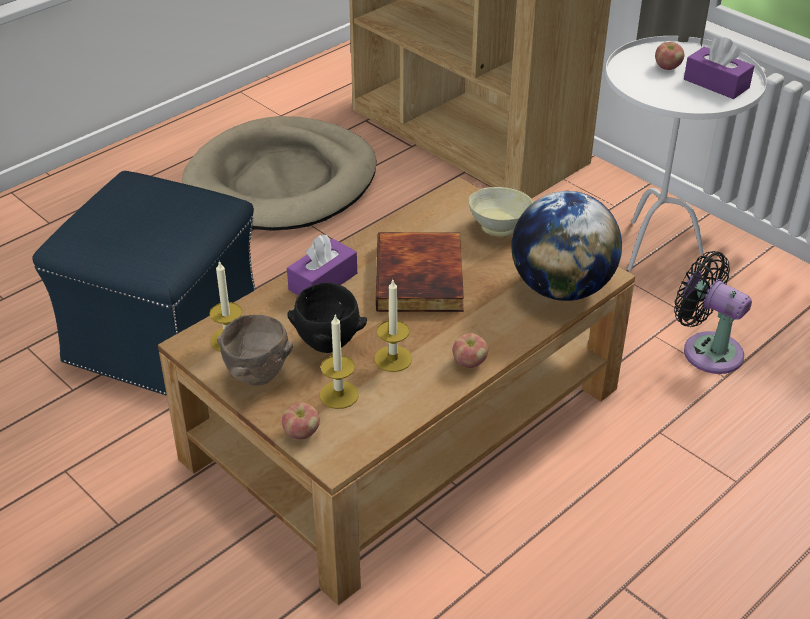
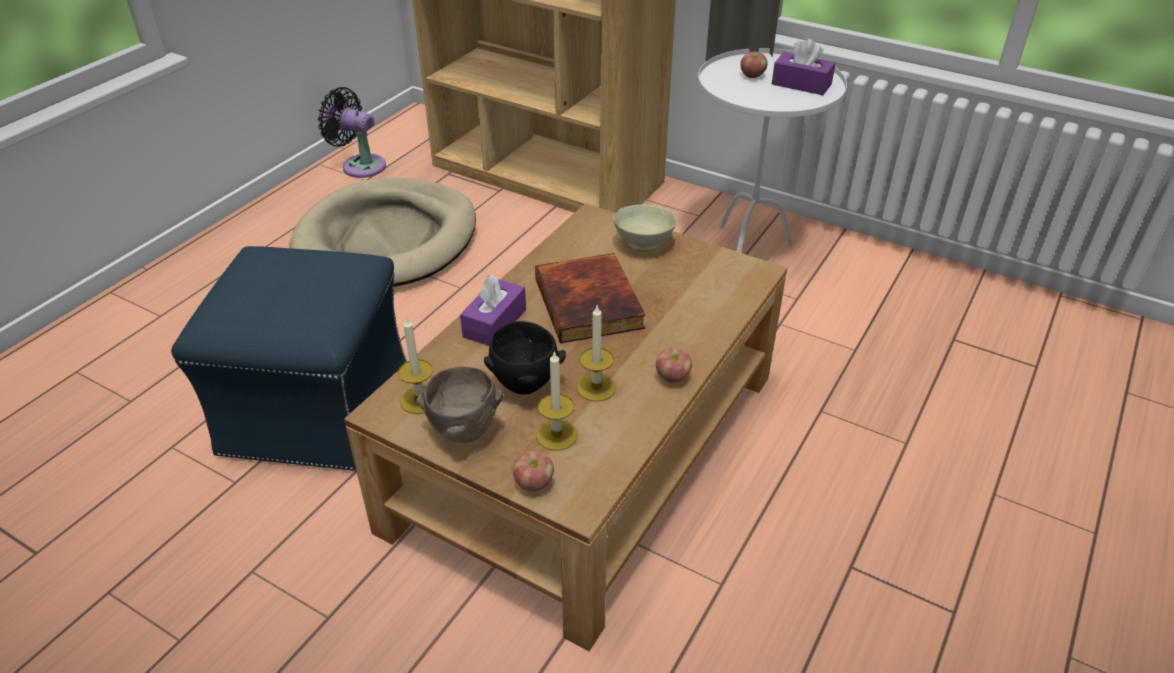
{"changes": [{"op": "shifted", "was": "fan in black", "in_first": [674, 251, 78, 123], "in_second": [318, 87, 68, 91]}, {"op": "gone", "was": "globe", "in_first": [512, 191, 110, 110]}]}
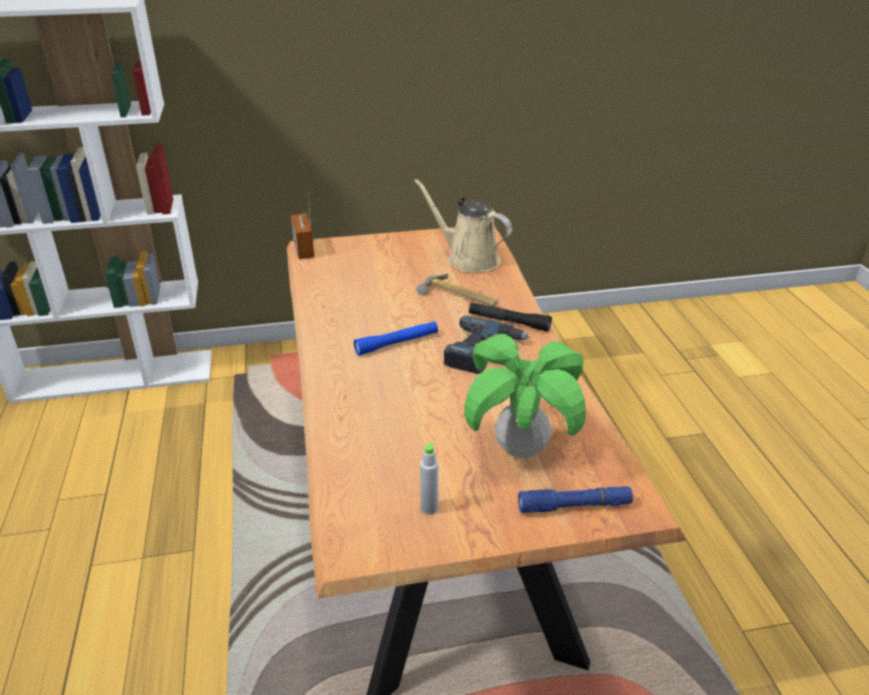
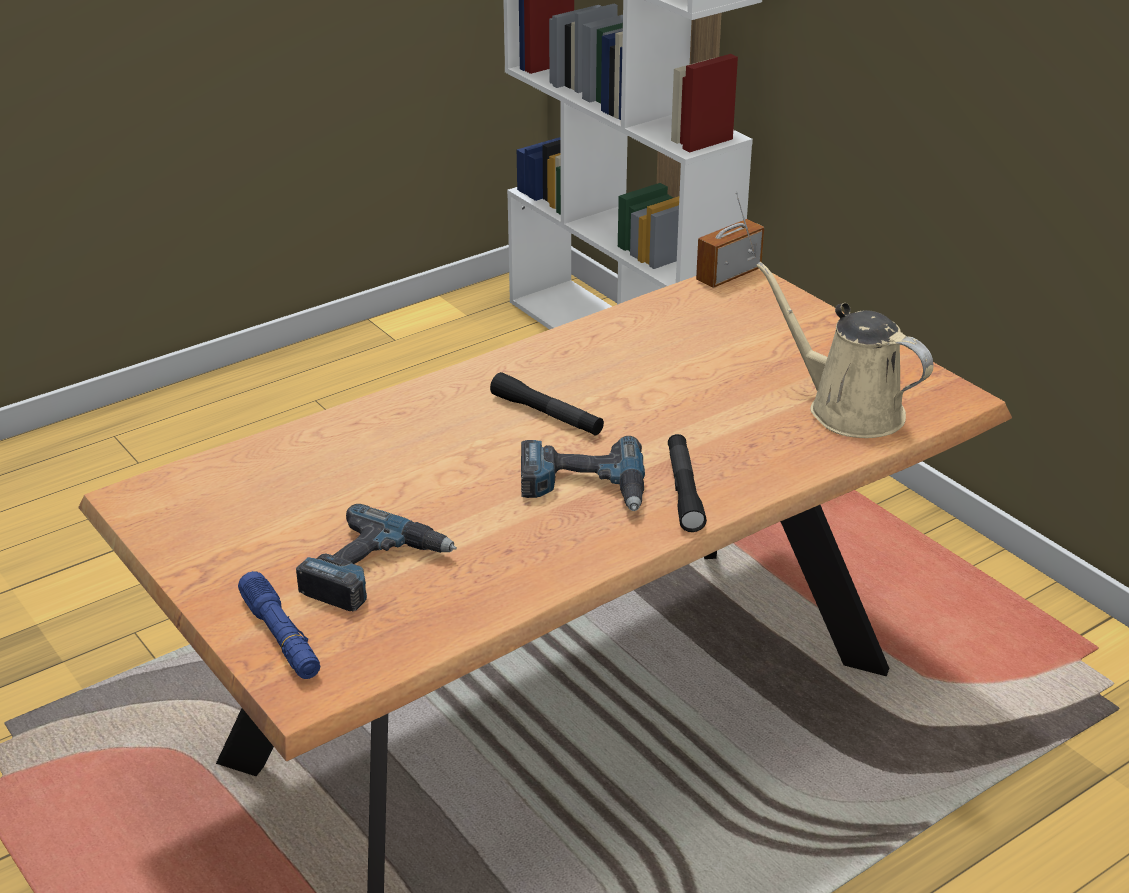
{"changes": [{"op": "swapped", "was": "potted plant", "now": "power drill", "in_first": [464, 334, 122, 124], "in_second": [296, 504, 161, 108]}, {"op": "repainted", "was": "flashlight in blue", "now": "flashlight in black", "in_first": [354, 321, 84, 34], "in_second": [490, 372, 114, 63]}, {"op": "rotated", "was": "watering can in beige", "in_first": [414, 179, 98, 94], "in_second": [756, 262, 177, 176], "clockwise": -60}, {"op": "gone", "was": "hammer", "in_first": [417, 273, 81, 34]}, {"op": "gone", "was": "bottle in grey", "in_first": [420, 442, 18, 73]}]}
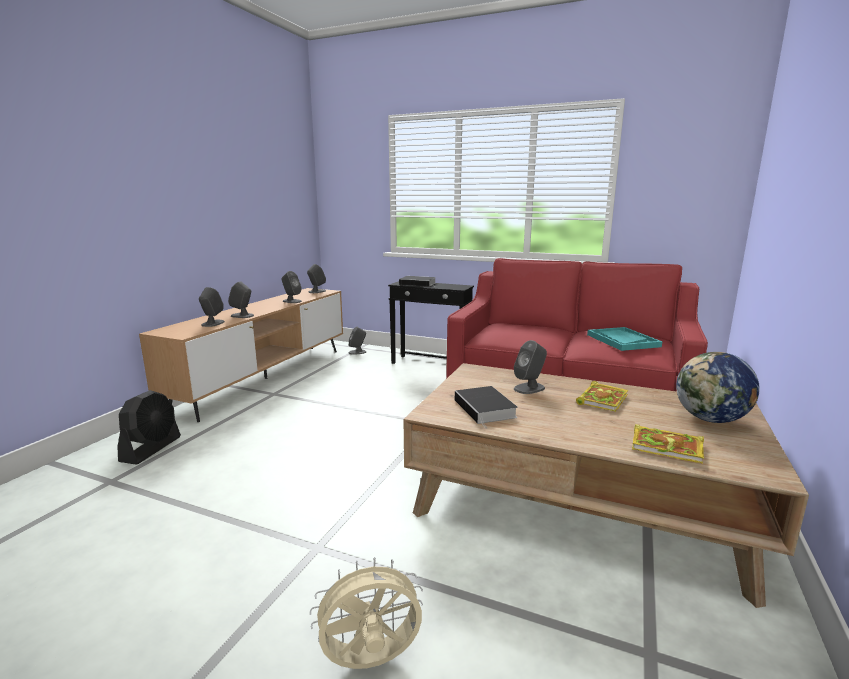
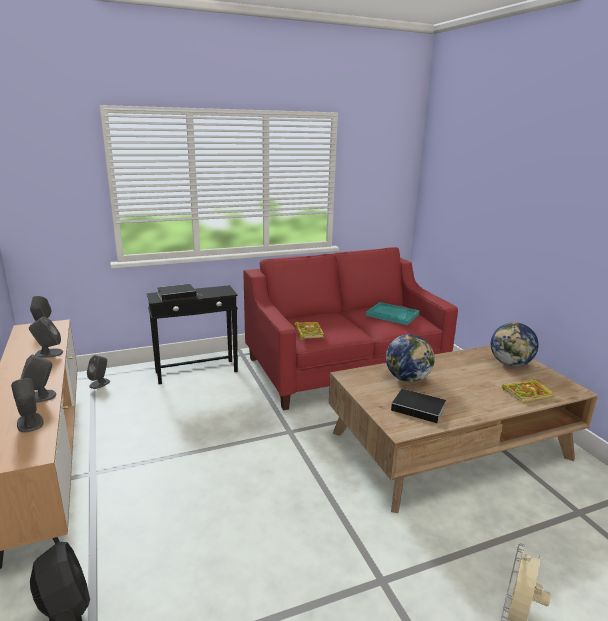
{"changes": [{"op": "shifted", "was": "book", "in_first": [576, 381, 52, 31], "in_second": [295, 322, 29, 18]}, {"op": "swapped", "was": "speaker in grey", "now": "globe", "in_first": [514, 340, 33, 54], "in_second": [386, 334, 49, 48]}]}
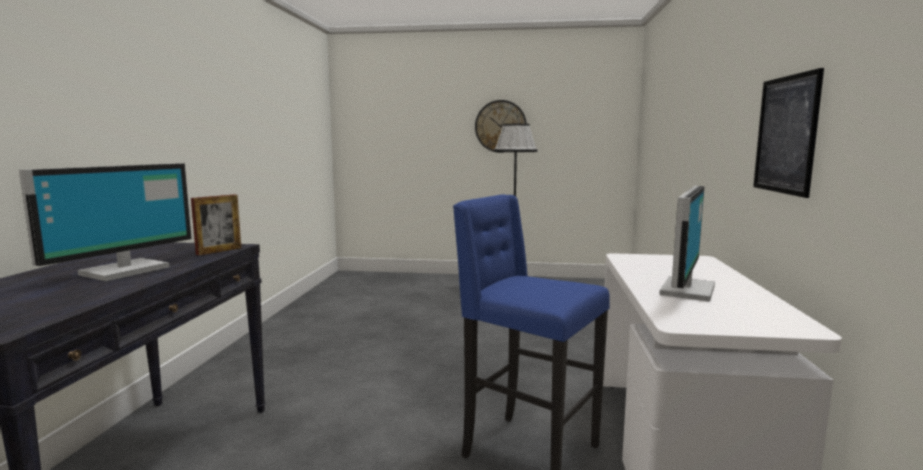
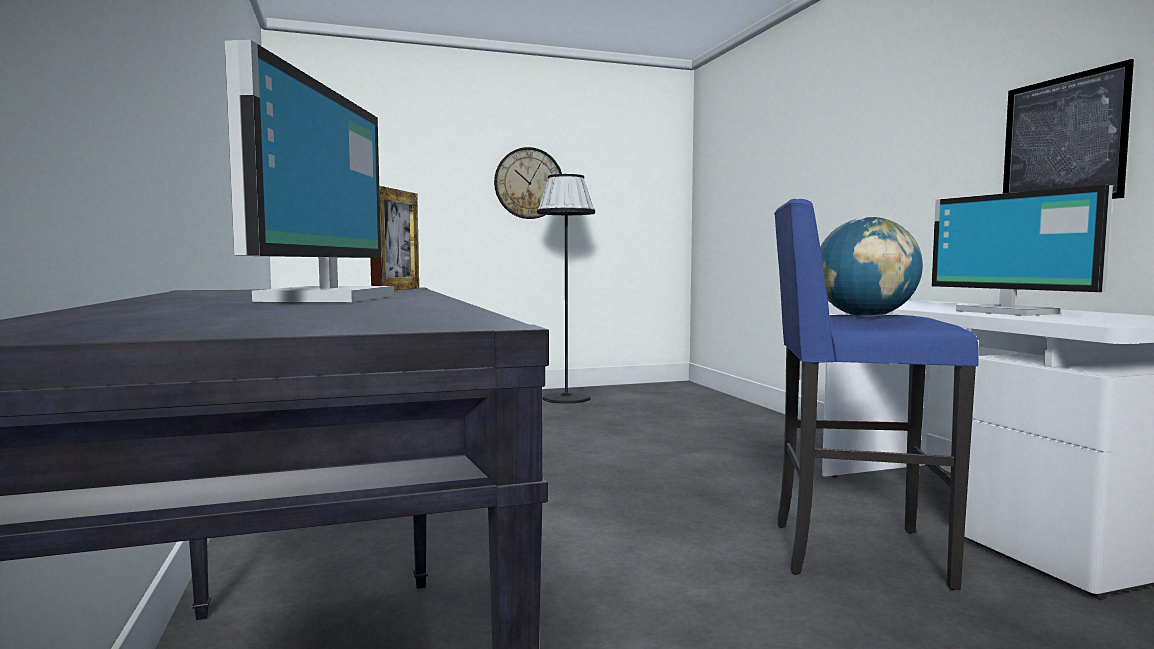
{"changes": [{"op": "new", "now": "globe", "in_second": [820, 217, 103, 100]}, {"op": "rotated", "was": "monitor", "in_first": [659, 186, 56, 116], "in_second": [932, 185, 181, 131], "clockwise": 150}]}
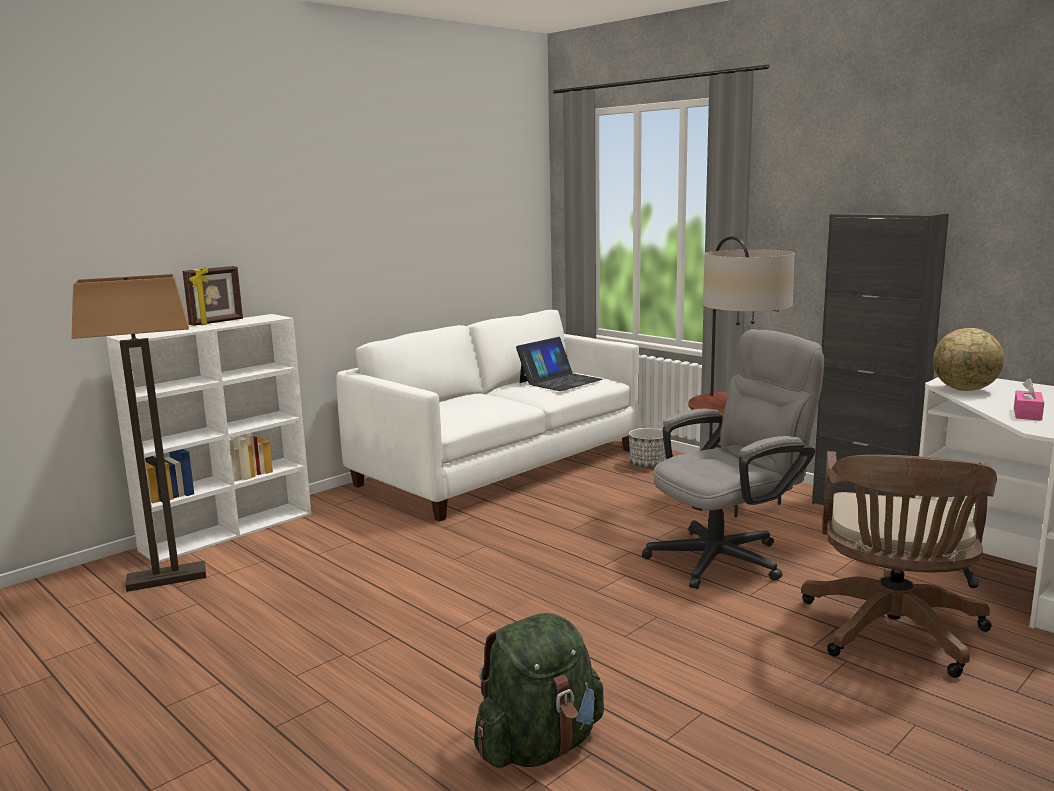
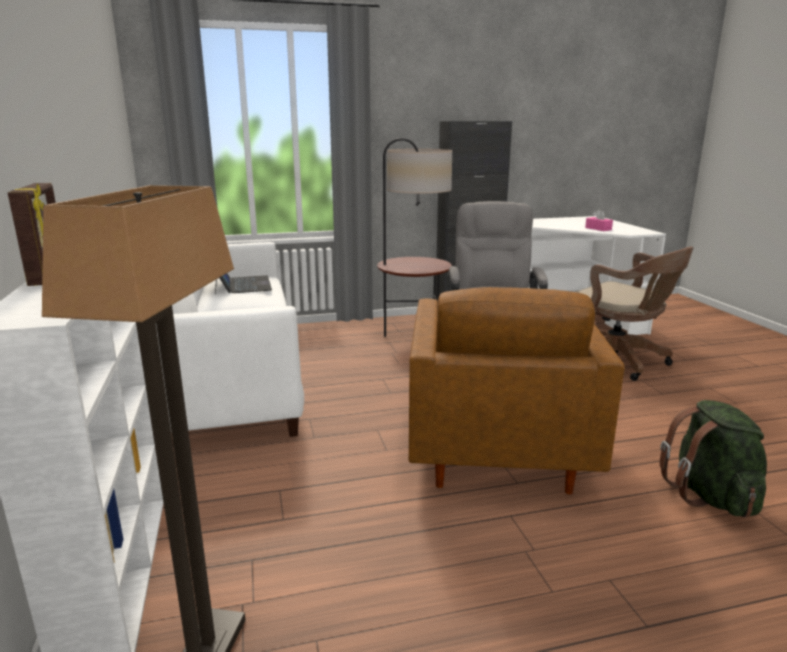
{"changes": [{"op": "new", "now": "armchair in brown", "in_second": [409, 287, 216, 207]}, {"op": "gone", "was": "planter", "in_first": [629, 428, 37, 41]}, {"op": "gone", "was": "globe", "in_first": [933, 328, 71, 63]}]}
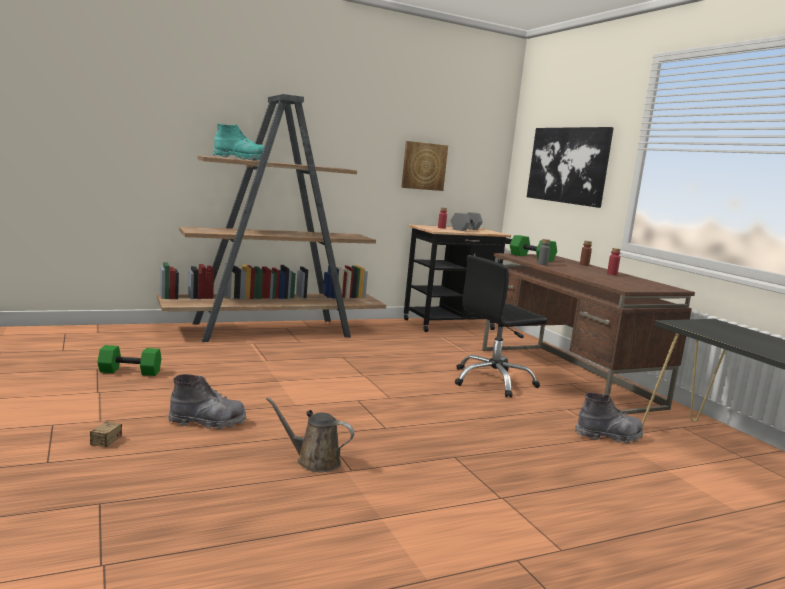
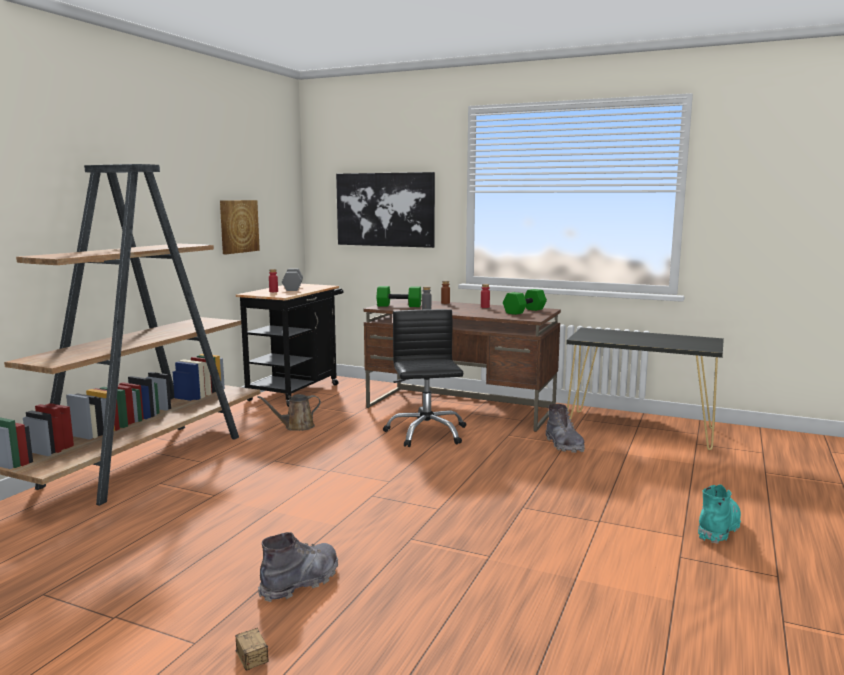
{"changes": [{"op": "shifted", "was": "watering can in brown", "in_first": [266, 397, 88, 75], "in_second": [257, 394, 64, 37]}, {"op": "rotated", "was": "office chair in black", "in_first": [455, 255, 92, 143], "in_second": [383, 309, 83, 138], "clockwise": 150}, {"op": "shifted", "was": "dumbbell in green", "in_first": [97, 345, 64, 31], "in_second": [503, 289, 44, 26]}, {"op": "rotated", "was": "boot in grey", "in_first": [575, 393, 68, 51], "in_second": [546, 404, 39, 49], "clockwise": 120}, {"op": "shifted", "was": "boot in turquoise", "in_first": [213, 124, 51, 36], "in_second": [698, 484, 43, 59]}]}
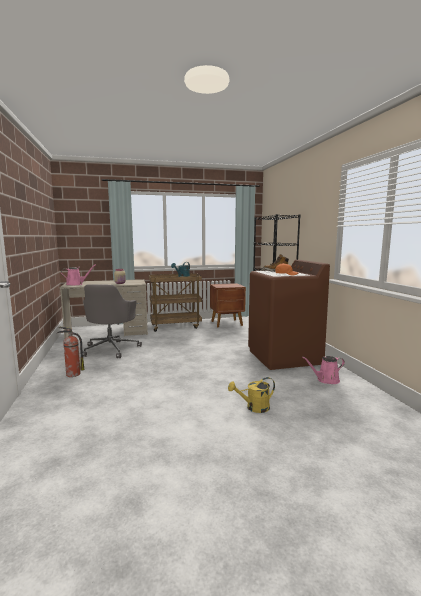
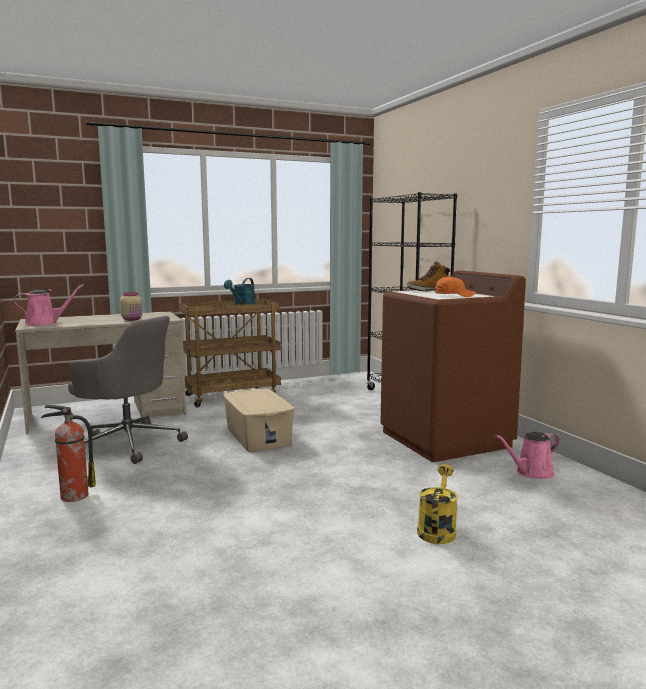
{"changes": [{"op": "rotated", "was": "office chair in grey", "in_first": [83, 284, 59, 74], "in_second": [68, 316, 120, 148], "clockwise": -60}, {"op": "new", "now": "storage box in beige", "in_second": [223, 389, 72, 63]}, {"op": "rotated", "was": "watering can in yellow", "in_first": [228, 377, 47, 36], "in_second": [417, 464, 41, 80], "clockwise": 135}, {"op": "gone", "was": "nightstand in brown", "in_first": [210, 283, 36, 44]}]}
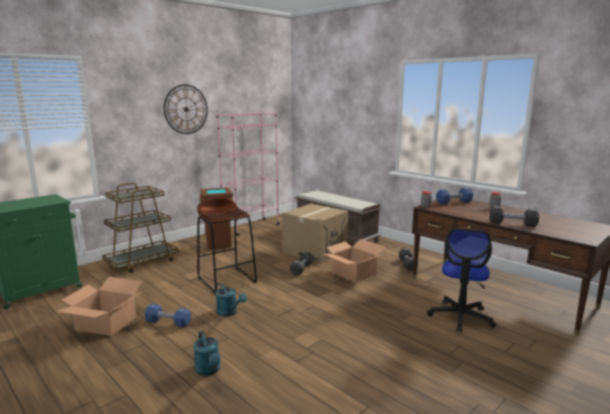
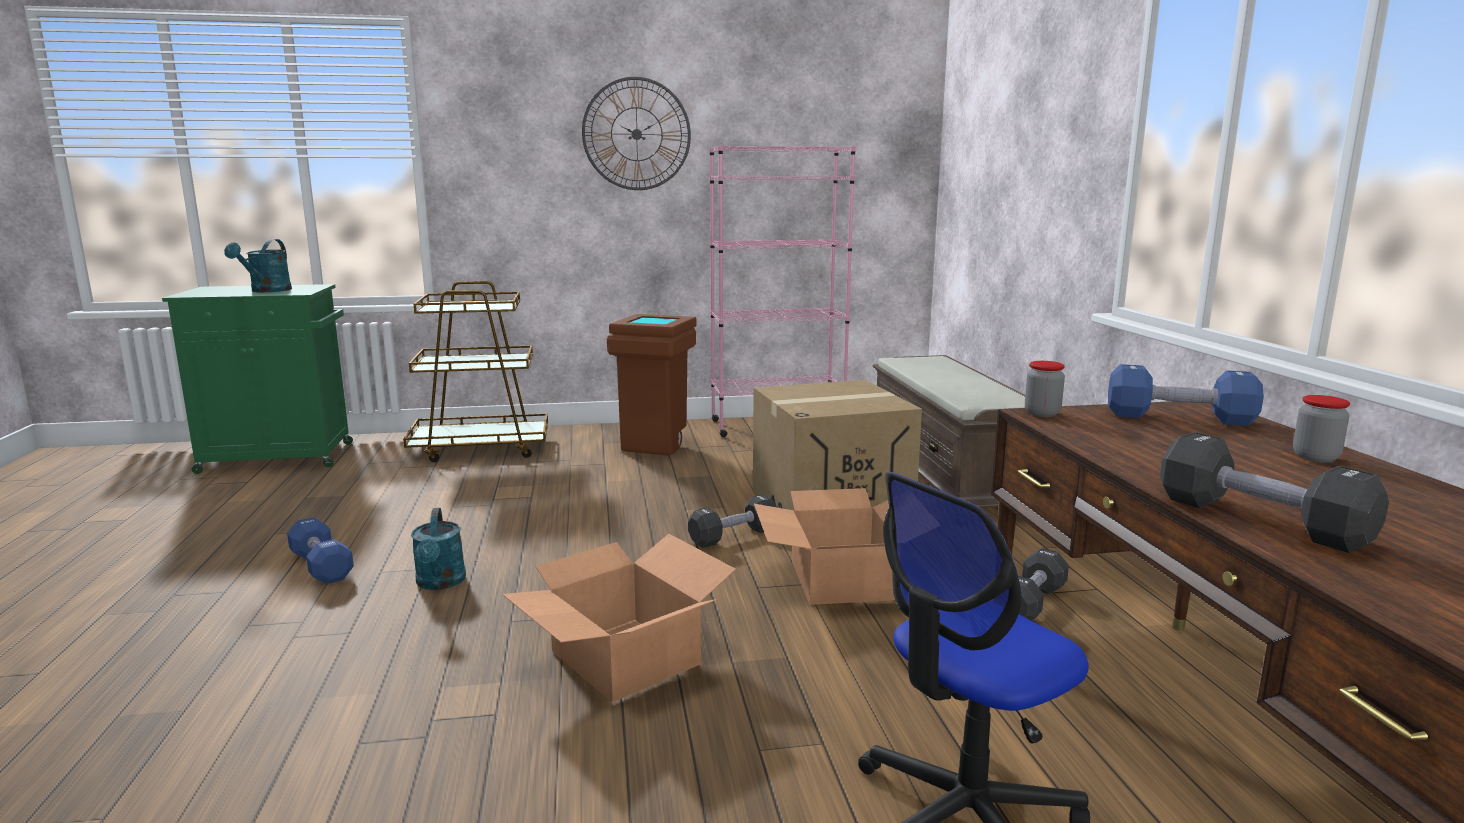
{"changes": [{"op": "shifted", "was": "watering can in turquoise", "in_first": [193, 331, 28, 45], "in_second": [224, 239, 68, 53]}, {"op": "shifted", "was": "cardboard box", "in_first": [56, 277, 87, 59], "in_second": [502, 534, 234, 168]}, {"op": "gone", "was": "stool in brown", "in_first": [197, 197, 60, 96]}]}
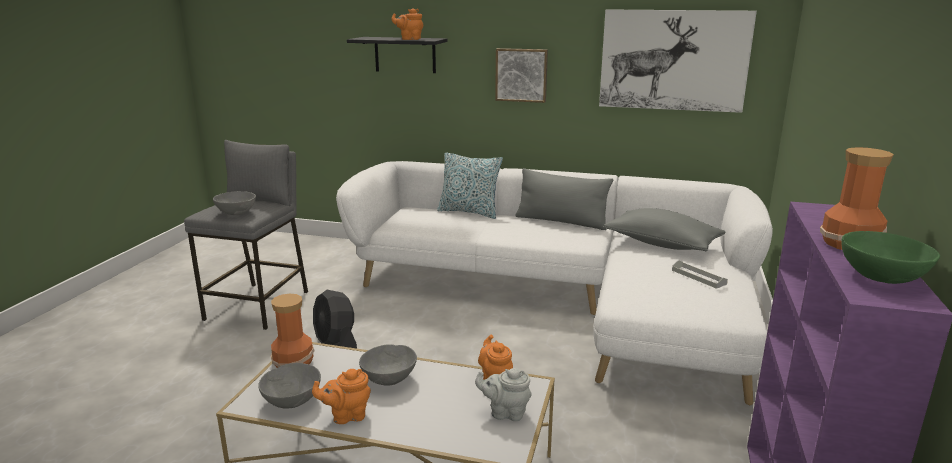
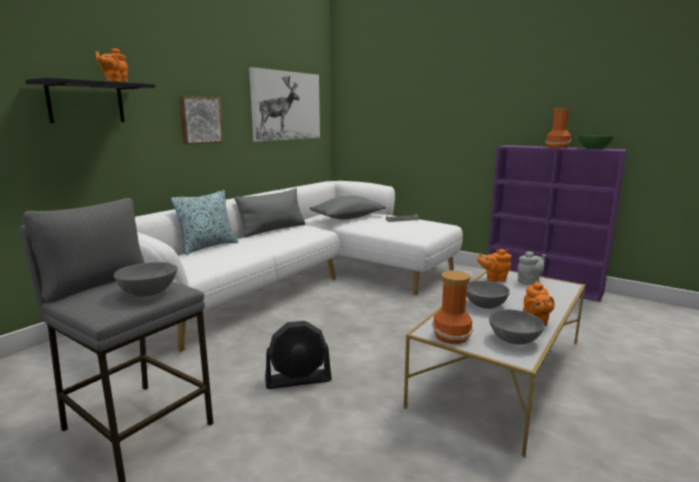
{"changes": [{"op": "rotated", "was": "teapot in grey", "in_first": [475, 368, 57, 53], "in_second": [517, 251, 29, 34], "clockwise": -150}]}
